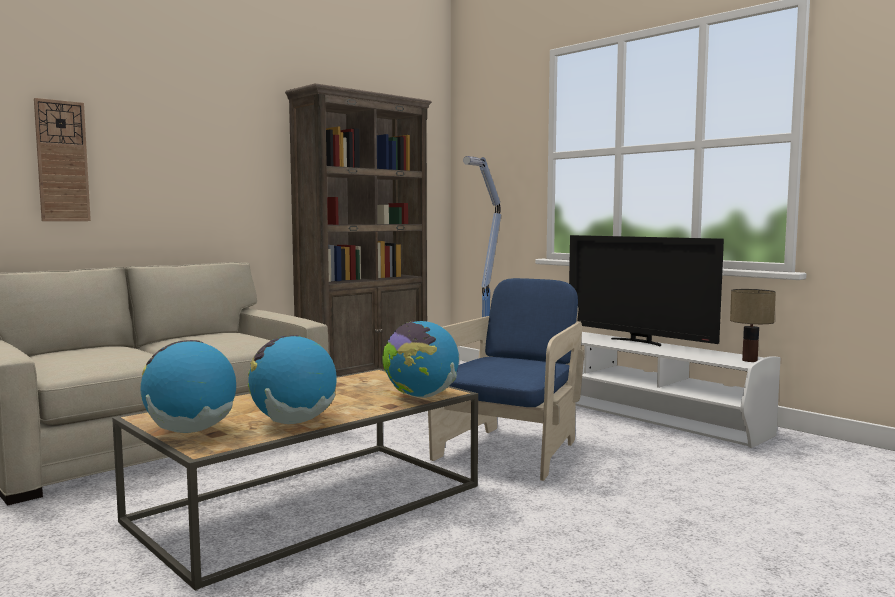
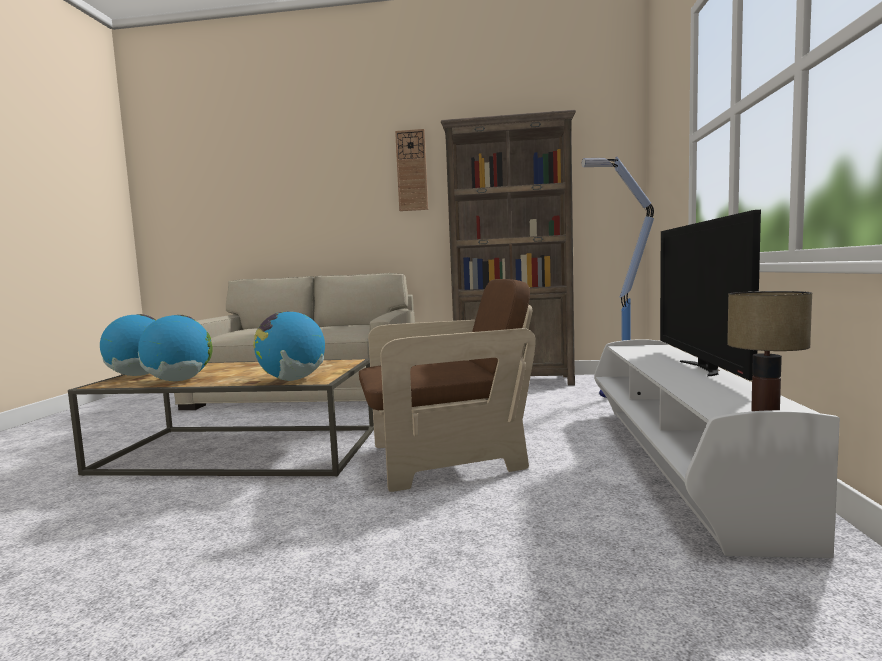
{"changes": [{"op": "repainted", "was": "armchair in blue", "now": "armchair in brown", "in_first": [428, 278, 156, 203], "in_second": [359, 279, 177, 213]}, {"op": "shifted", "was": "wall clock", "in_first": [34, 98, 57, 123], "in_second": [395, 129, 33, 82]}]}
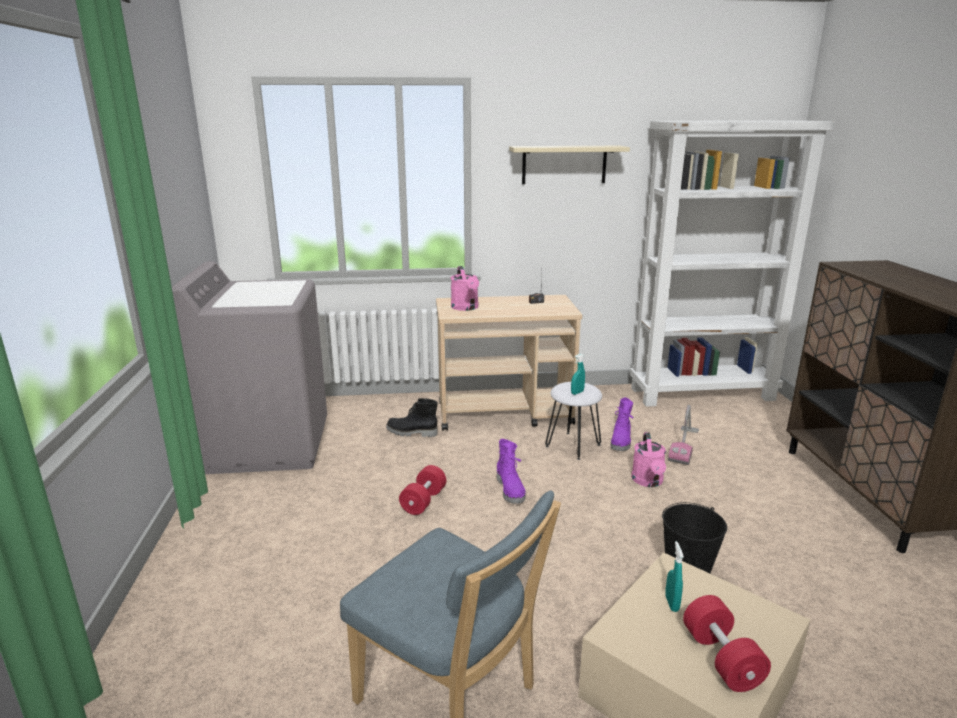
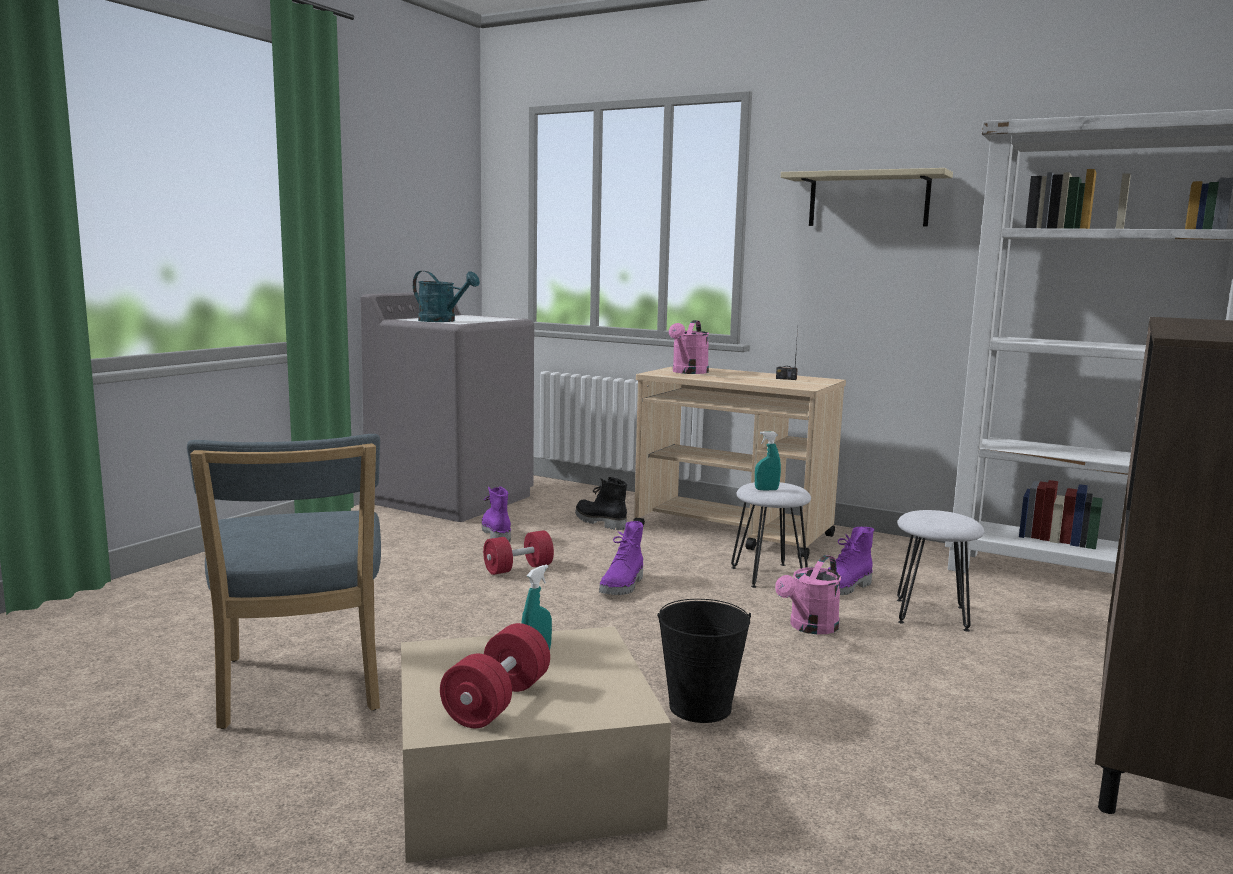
{"changes": [{"op": "new", "now": "watering can in turquoise", "in_second": [413, 271, 67, 51]}, {"op": "new", "now": "boot in purple", "in_second": [482, 486, 29, 56]}, {"op": "swapped", "was": "vacuum cleaner", "now": "stool in white", "in_first": [668, 405, 31, 60], "in_second": [897, 510, 87, 122]}]}
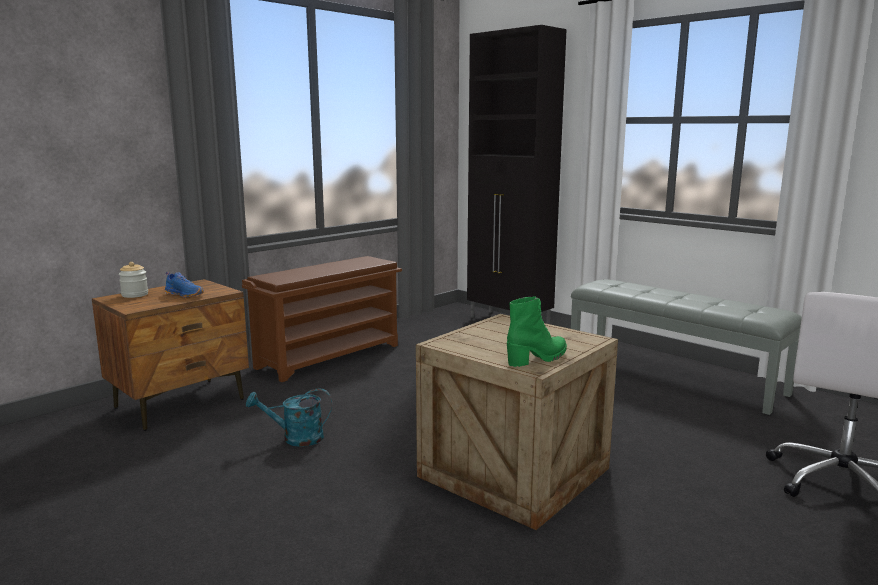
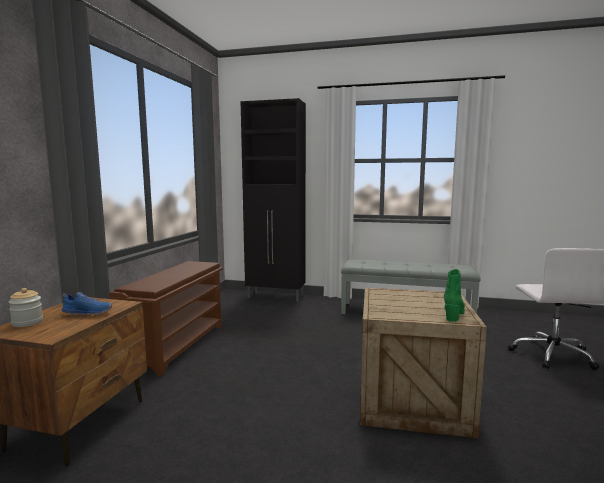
{"changes": [{"op": "gone", "was": "watering can in turquoise", "in_first": [246, 388, 86, 59]}]}
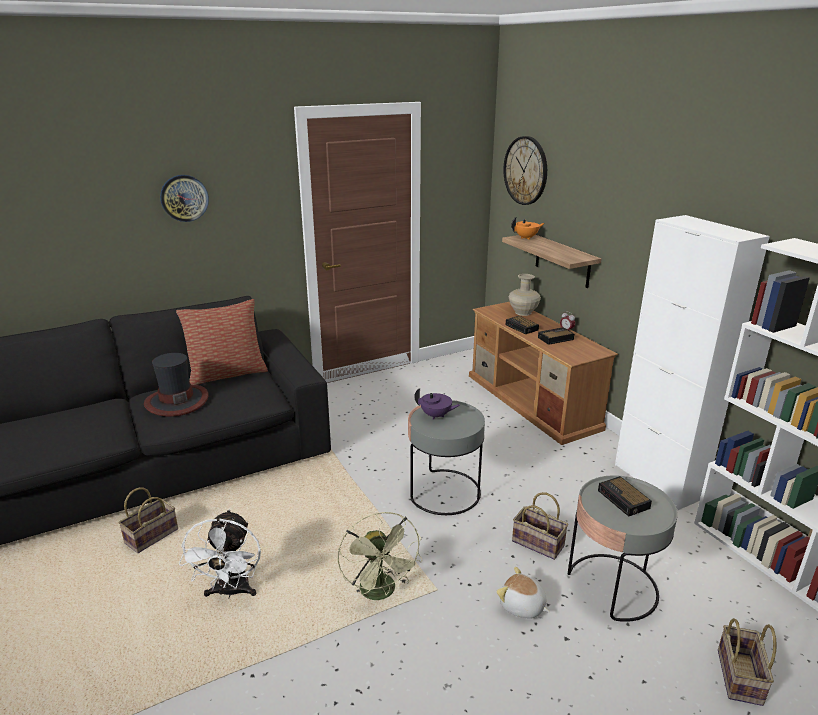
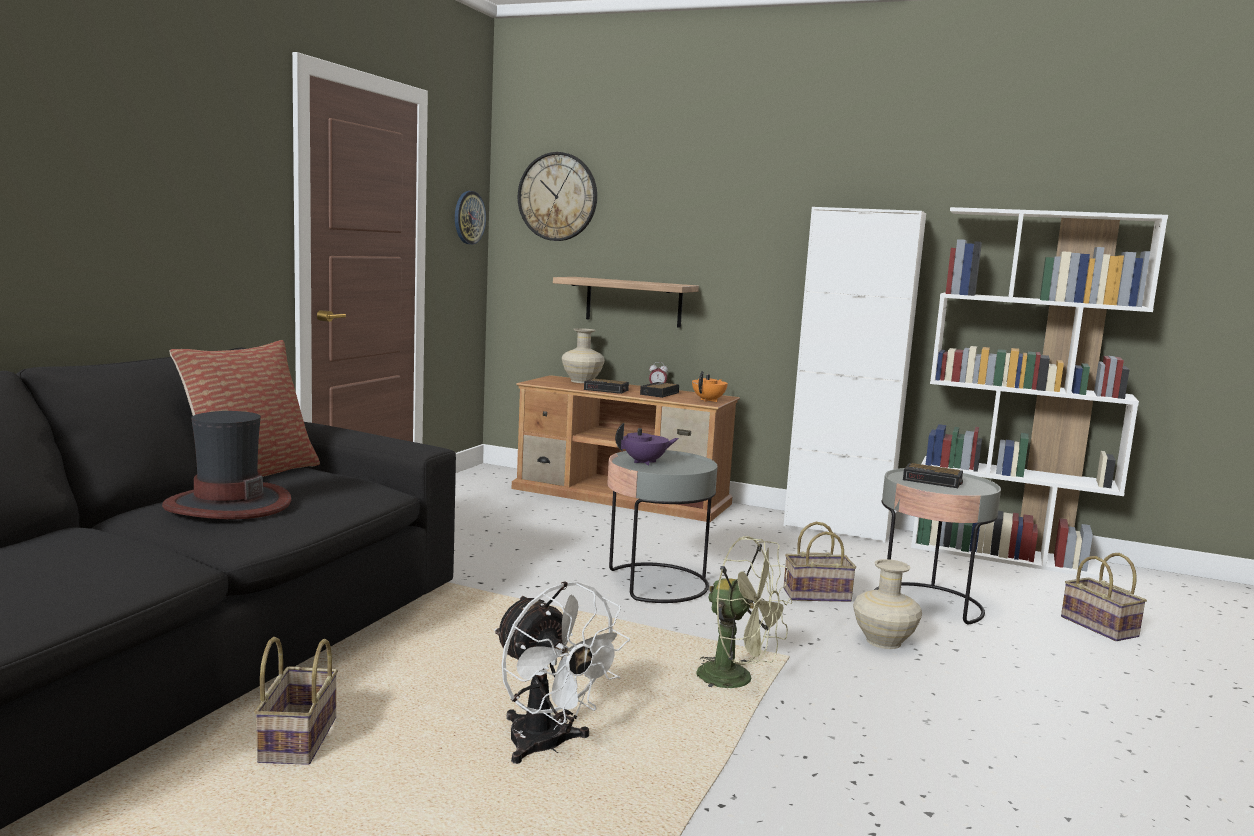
{"changes": [{"op": "shifted", "was": "wall clock", "in_first": [160, 175, 49, 47], "in_second": [455, 191, 31, 53]}, {"op": "shifted", "was": "teapot in orange", "in_first": [511, 217, 33, 23], "in_second": [692, 371, 36, 31]}, {"op": "swapped", "was": "plush toy", "now": "vase in beige", "in_first": [496, 567, 54, 52], "in_second": [853, 559, 69, 90]}]}
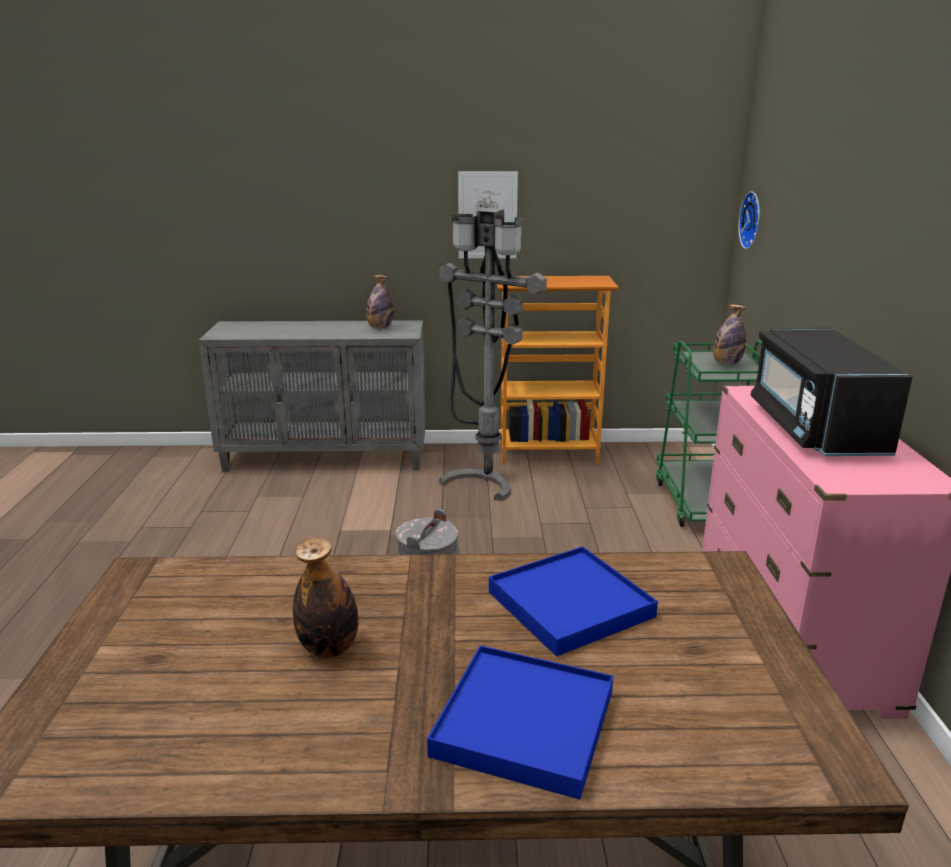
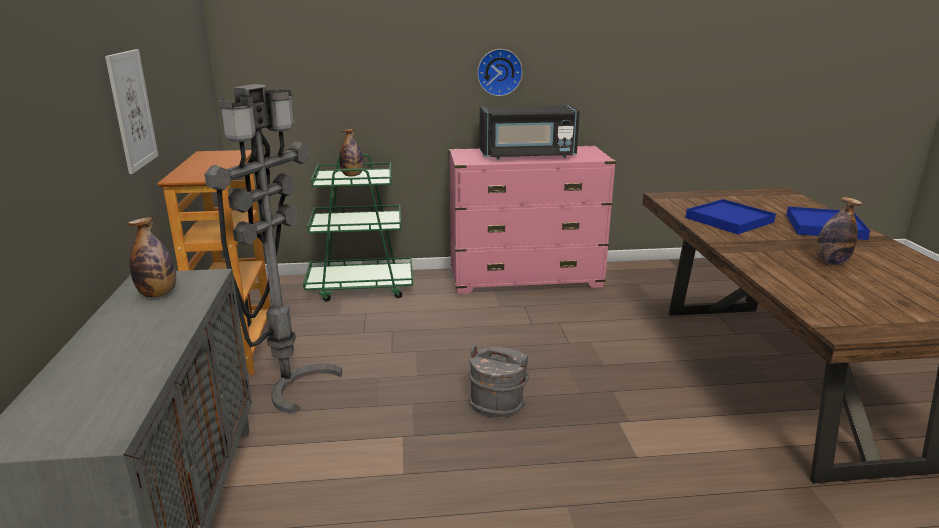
{"changes": [{"op": "shifted", "was": "wall clock", "in_first": [738, 191, 22, 58], "in_second": [477, 49, 46, 47]}]}
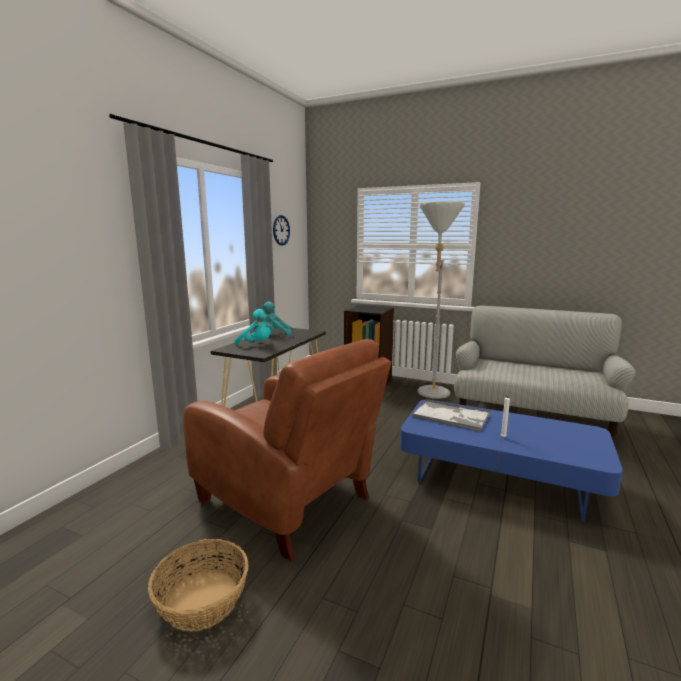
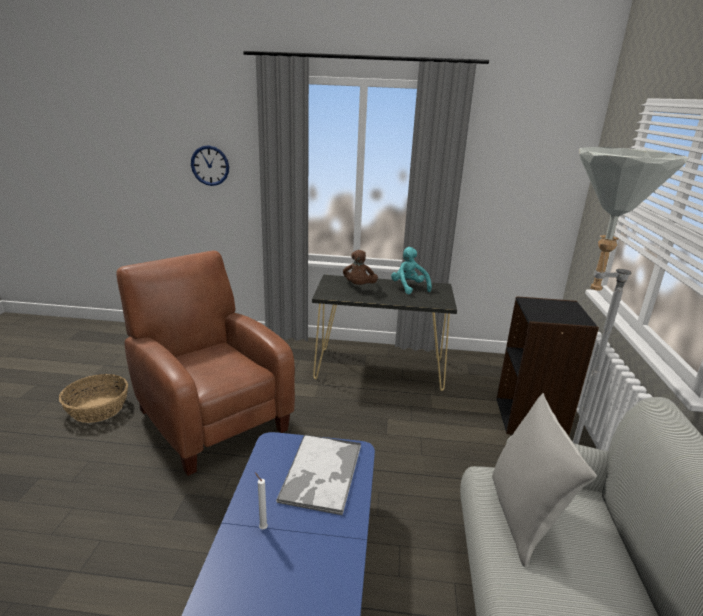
{"changes": [{"op": "rotated", "was": "armchair in brown", "in_first": [183, 339, 208, 223], "in_second": [116, 251, 179, 225], "clockwise": 120}, {"op": "shifted", "was": "wall clock", "in_first": [273, 215, 17, 31], "in_second": [191, 145, 38, 41]}, {"op": "repainted", "was": "plush toy in turquoise", "now": "plush toy in brown", "in_first": [234, 309, 37, 37], "in_second": [343, 250, 35, 35]}, {"op": "new", "now": "pillow in grey", "in_second": [492, 393, 105, 174]}]}
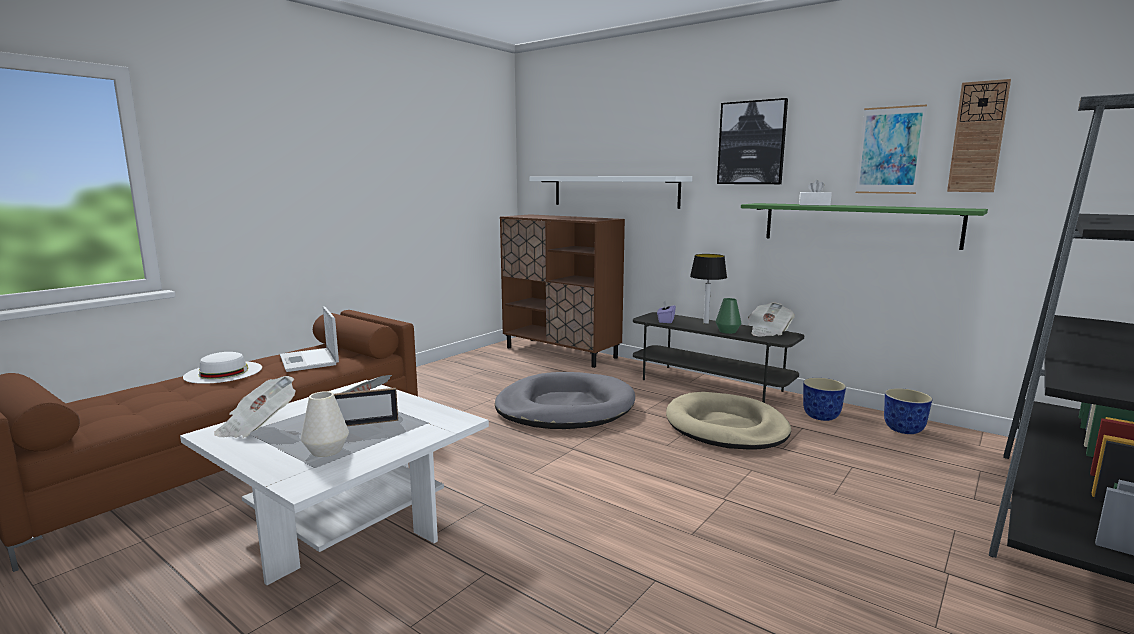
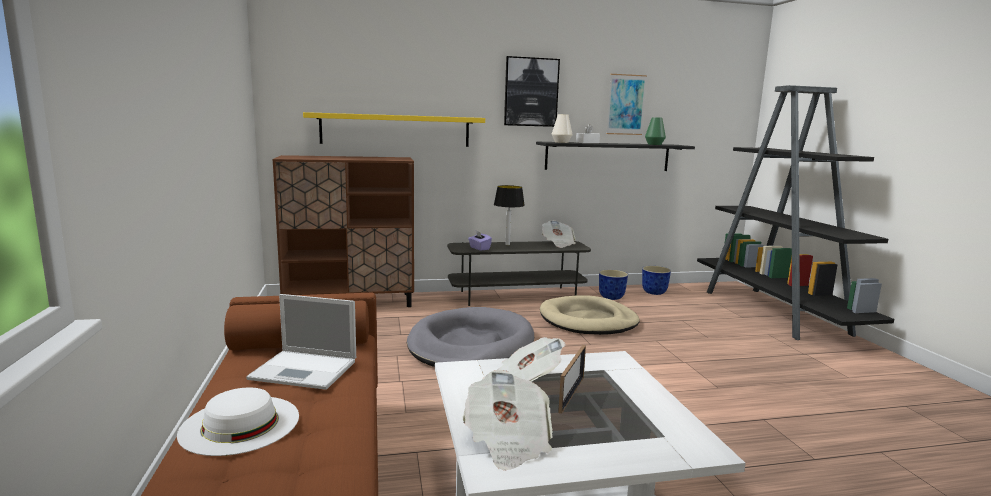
{"changes": [{"op": "repainted", "was": "shelf in white", "now": "shelf in yellow", "in_first": [529, 176, 163, 33], "in_second": [303, 112, 182, 35]}, {"op": "repainted", "was": "shelf in green", "now": "shelf in black", "in_first": [741, 203, 247, 47], "in_second": [536, 142, 159, 29]}, {"op": "shifted", "was": "vase in white", "in_first": [301, 391, 48, 66], "in_second": [552, 114, 21, 29]}, {"op": "shifted", "was": "vase in green", "in_first": [716, 298, 25, 36], "in_second": [645, 117, 21, 28]}, {"op": "gone", "was": "wall clock", "in_first": [947, 79, 64, 113]}]}
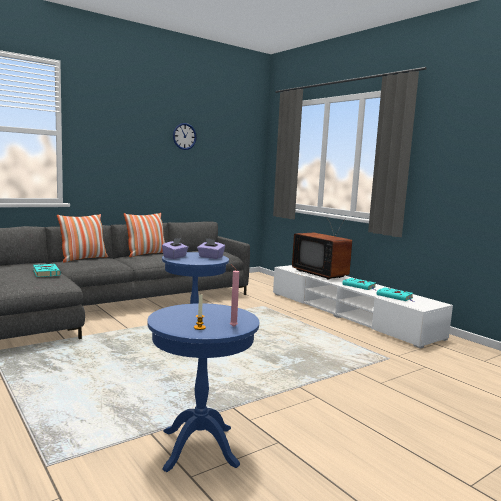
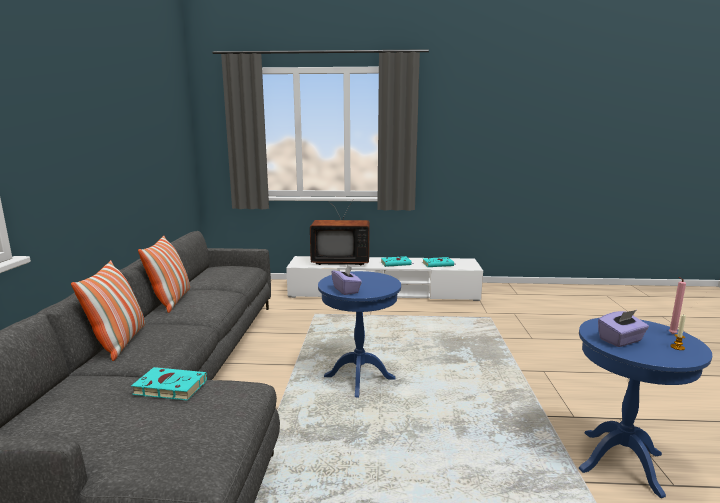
{"changes": [{"op": "shifted", "was": "tissue box in purple", "in_first": [197, 238, 28, 21], "in_second": [598, 310, 51, 37]}, {"op": "gone", "was": "wall clock", "in_first": [173, 123, 24, 27]}]}
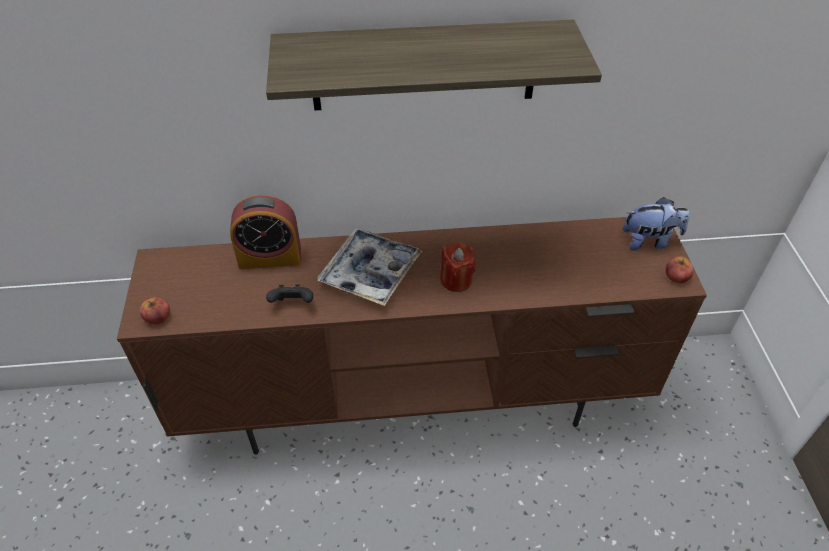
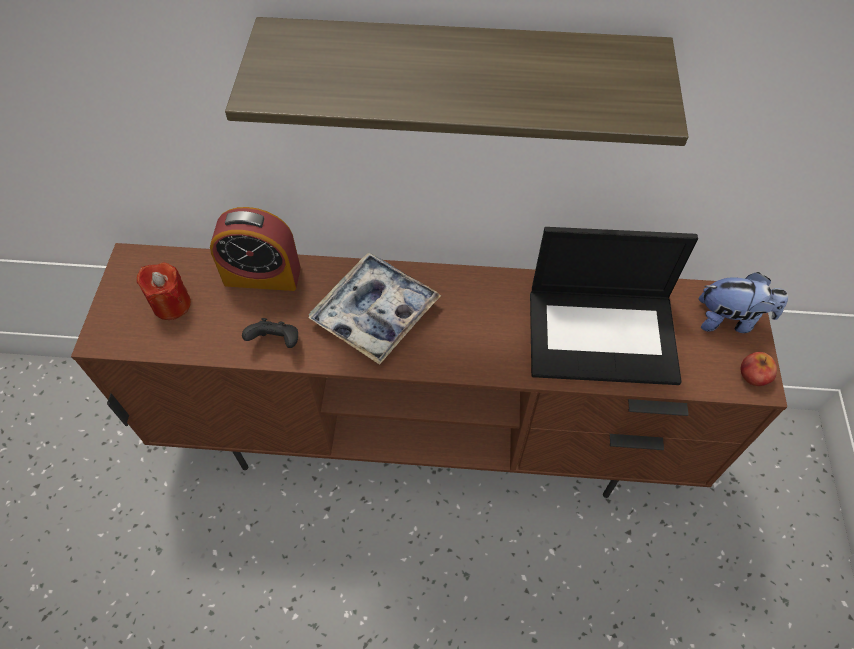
{"changes": [{"op": "shifted", "was": "candle in red", "in_first": [440, 242, 36, 50], "in_second": [137, 263, 54, 57]}, {"op": "new", "now": "laptop", "in_second": [530, 227, 168, 158]}, {"op": "gone", "was": "apple", "in_first": [140, 298, 30, 27]}]}
